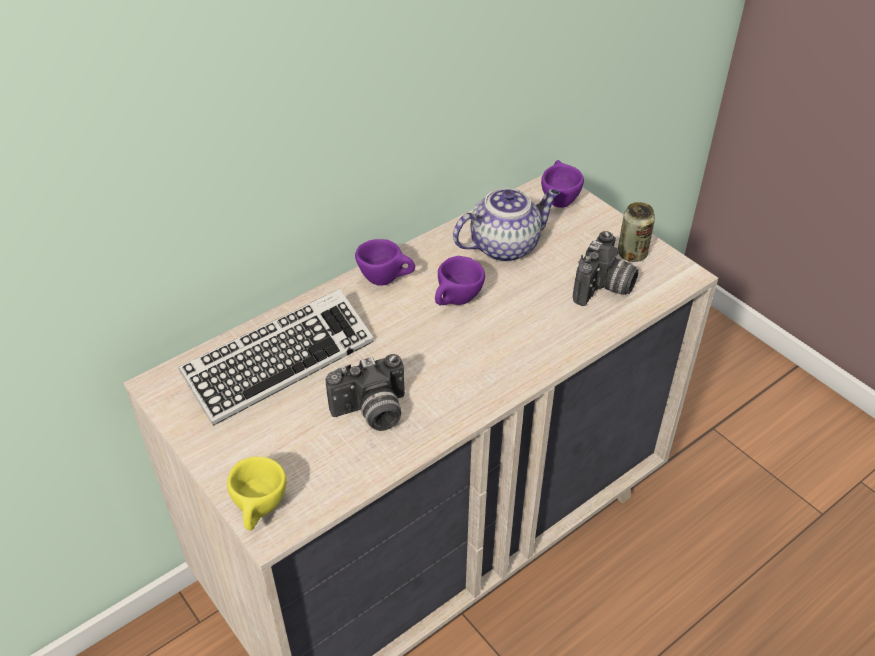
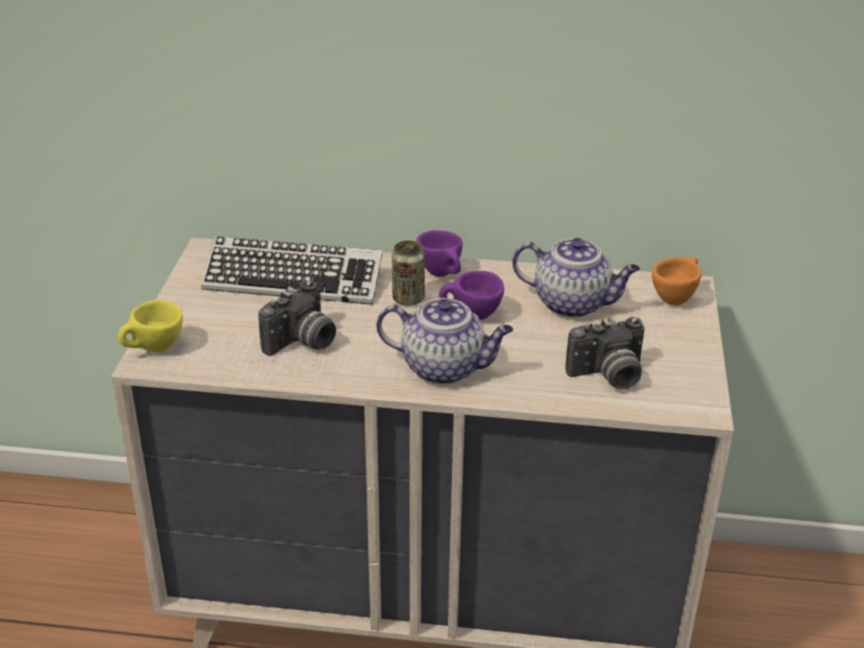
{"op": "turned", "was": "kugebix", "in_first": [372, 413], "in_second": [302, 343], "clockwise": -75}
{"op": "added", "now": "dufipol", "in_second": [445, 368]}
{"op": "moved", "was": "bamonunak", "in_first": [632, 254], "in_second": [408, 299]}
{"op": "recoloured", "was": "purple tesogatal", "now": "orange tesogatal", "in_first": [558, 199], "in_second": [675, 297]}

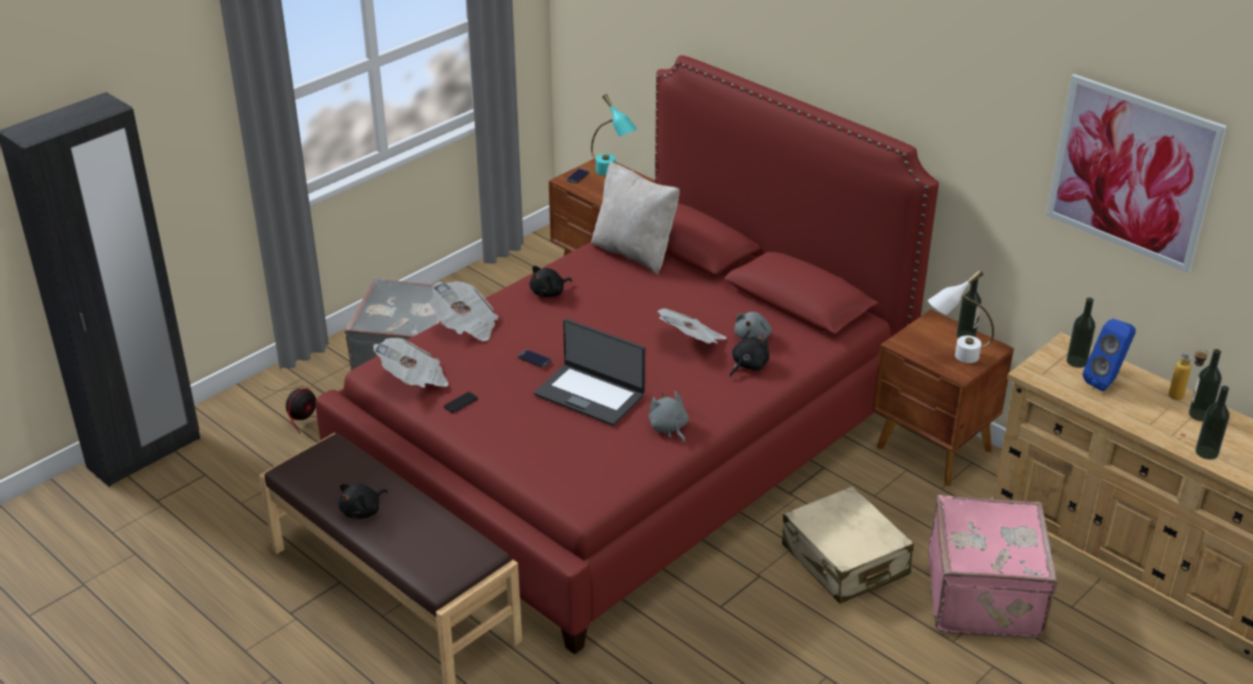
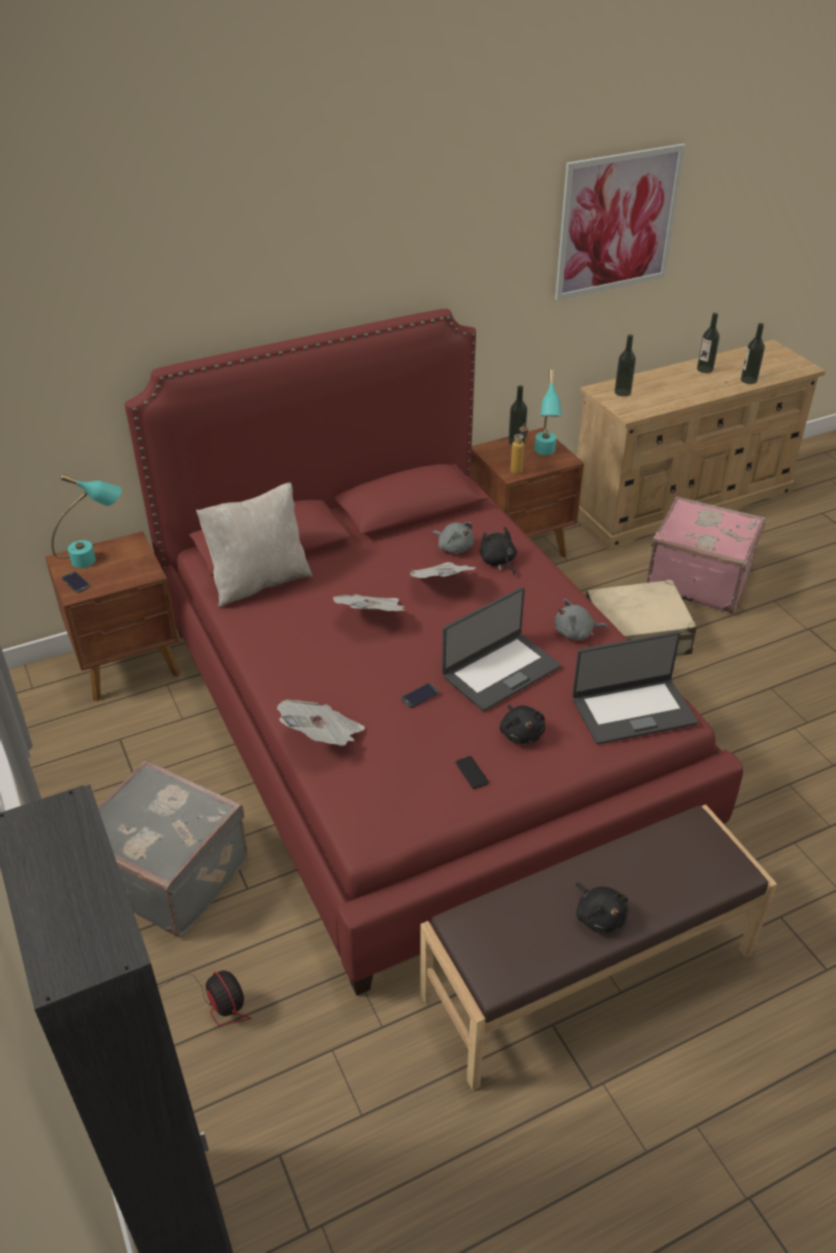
{"op": "moved", "was": "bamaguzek", "in_first": [414, 379], "in_second": [372, 617]}
{"op": "moved", "was": "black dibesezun", "in_first": [549, 293], "in_second": [521, 733]}
{"op": "moved", "was": "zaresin", "in_first": [1182, 397], "in_second": [518, 469]}
{"op": "recoloured", "was": "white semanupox", "now": "turquoise semanupox", "in_first": [956, 358], "in_second": [545, 455]}
{"op": "added", "now": "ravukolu", "in_second": [632, 710]}
{"op": "removed", "was": "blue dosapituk", "in_first": [1106, 382]}

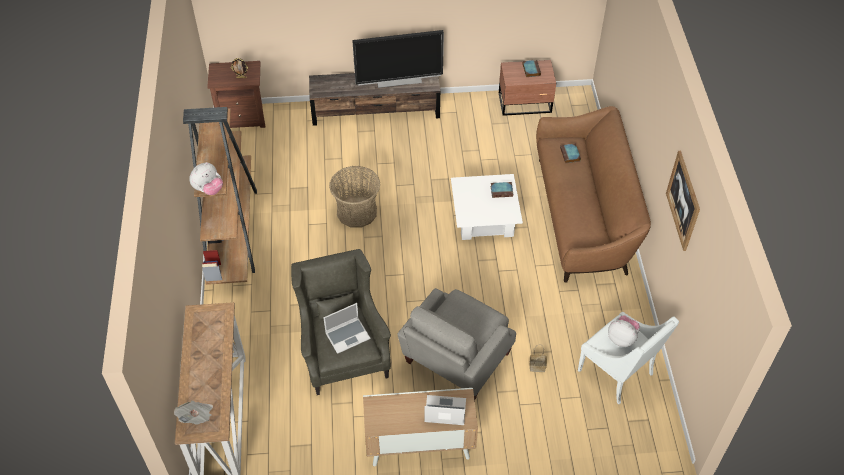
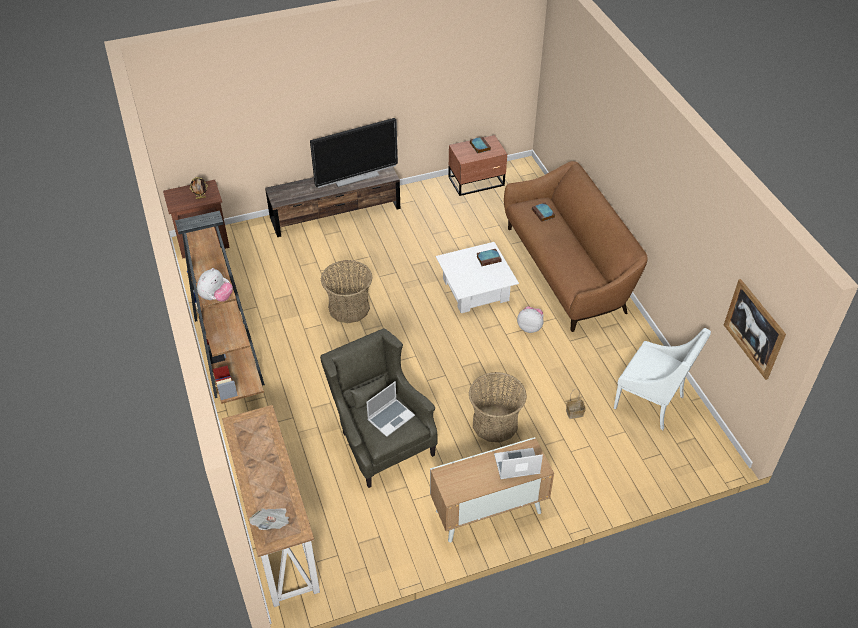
{"op": "replaced", "was": "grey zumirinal", "now": "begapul", "in_first": [456, 359], "in_second": [495, 423]}
{"op": "moved", "was": "dibesezun", "in_first": [622, 338], "in_second": [530, 327]}
{"op": "moved", "was": "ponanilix", "in_first": [683, 200], "in_second": [754, 329]}

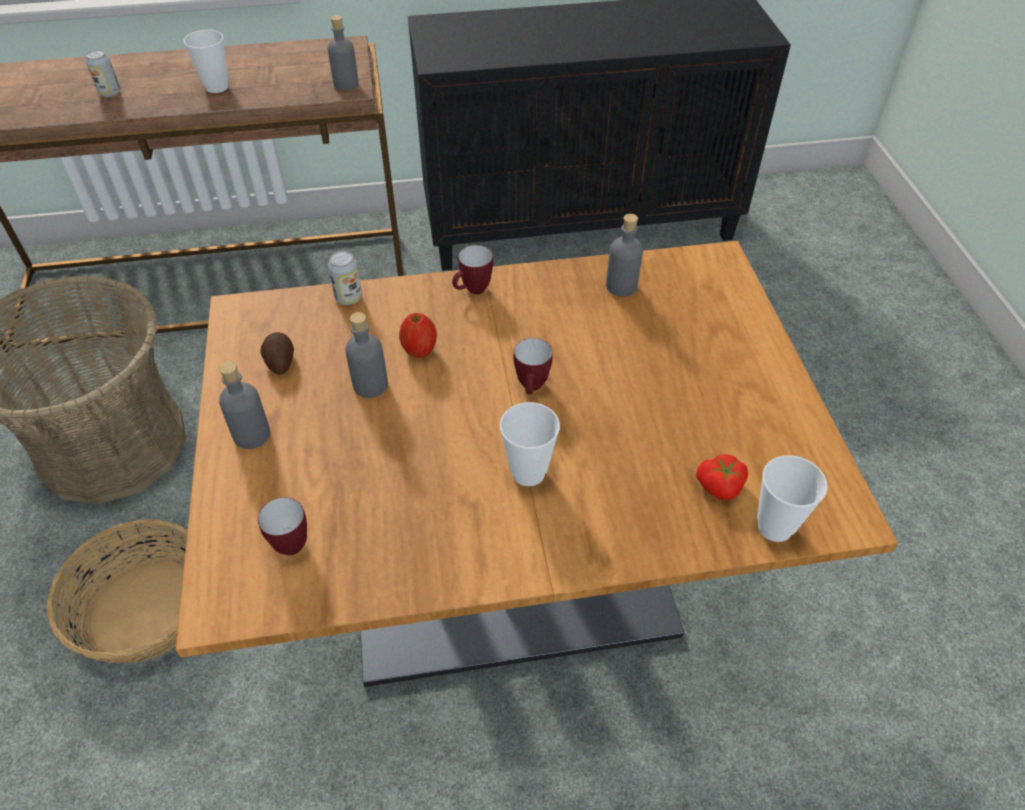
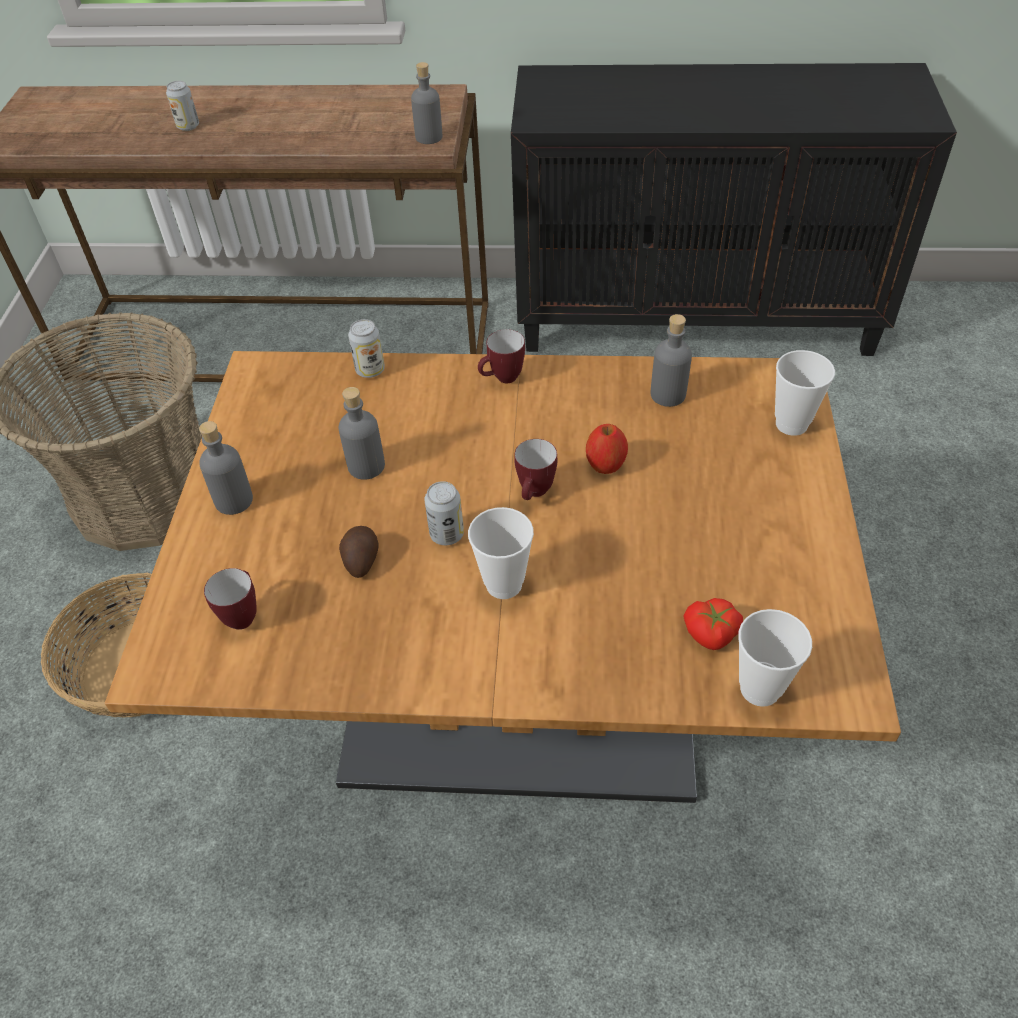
{"op": "moved", "was": "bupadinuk", "in_first": [280, 361], "in_second": [360, 559]}
{"op": "added", "now": "bamonunak", "in_second": [447, 534]}
{"op": "moved", "was": "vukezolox", "in_first": [419, 350], "in_second": [606, 465]}
{"op": "moved", "was": "tesogatal", "in_first": [217, 87], "in_second": [791, 424]}

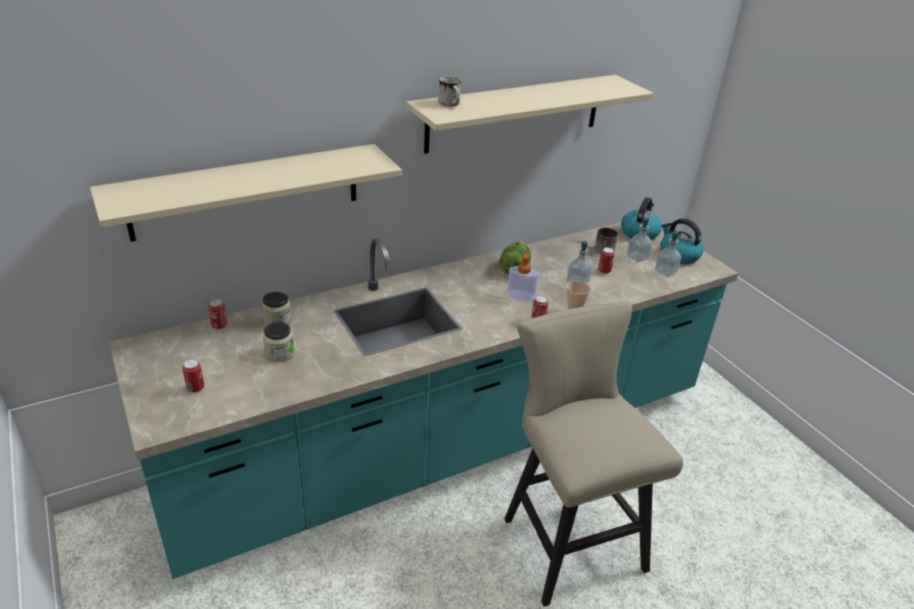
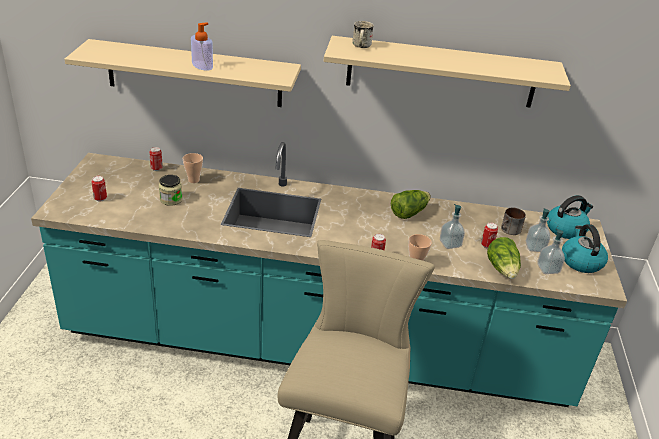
{"op": "replaced", "was": "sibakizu", "now": "tesogatal", "in_first": [277, 321], "in_second": [193, 180]}
{"op": "moved", "was": "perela", "in_first": [521, 295], "in_second": [202, 65]}
{"op": "added", "now": "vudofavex", "in_second": [502, 269]}

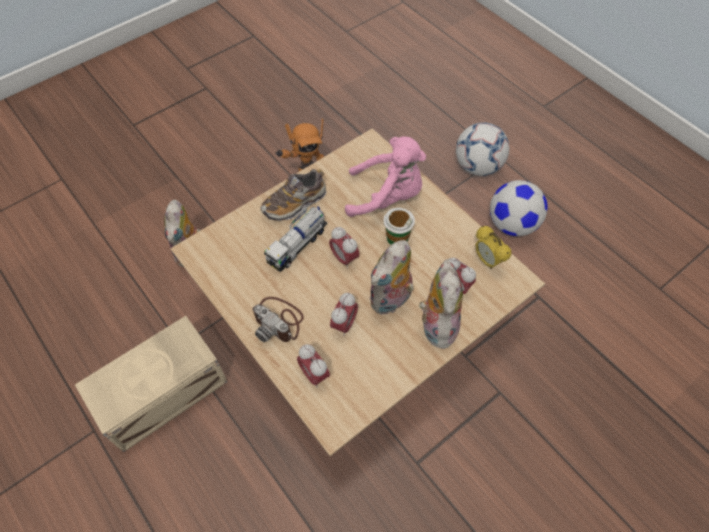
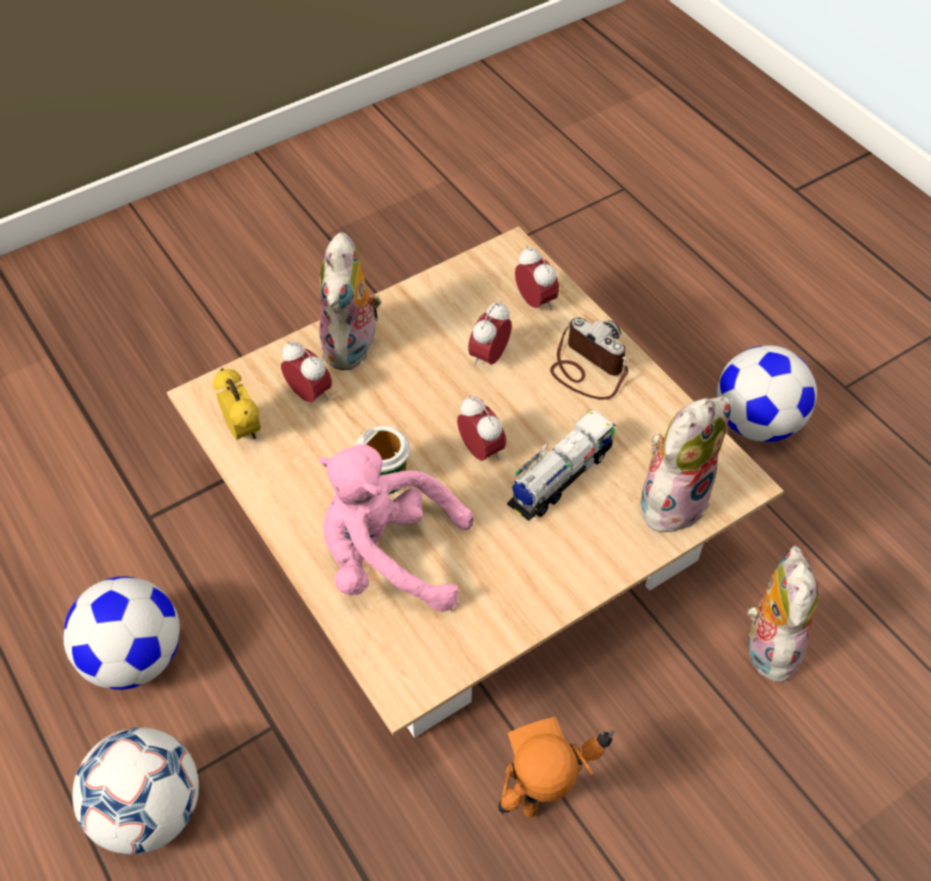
{"op": "moved", "was": "dibesezun", "in_first": [391, 300], "in_second": [672, 499]}
{"op": "replaced", "was": "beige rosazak", "now": "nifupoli", "in_first": [165, 394], "in_second": [756, 423]}
{"op": "removed", "was": "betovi", "in_first": [295, 203]}

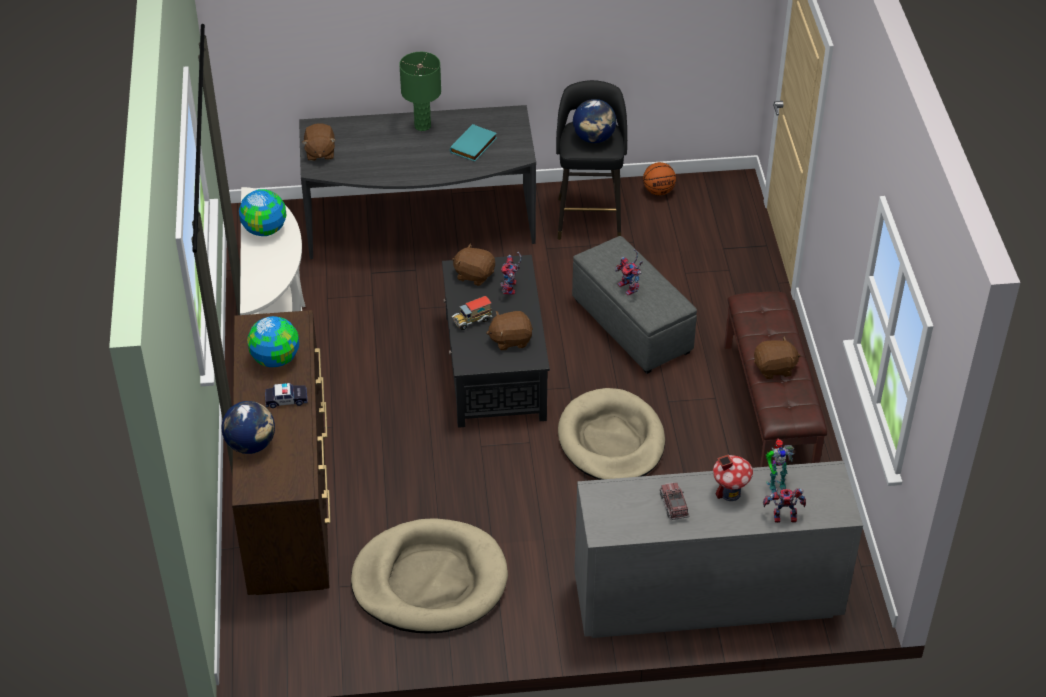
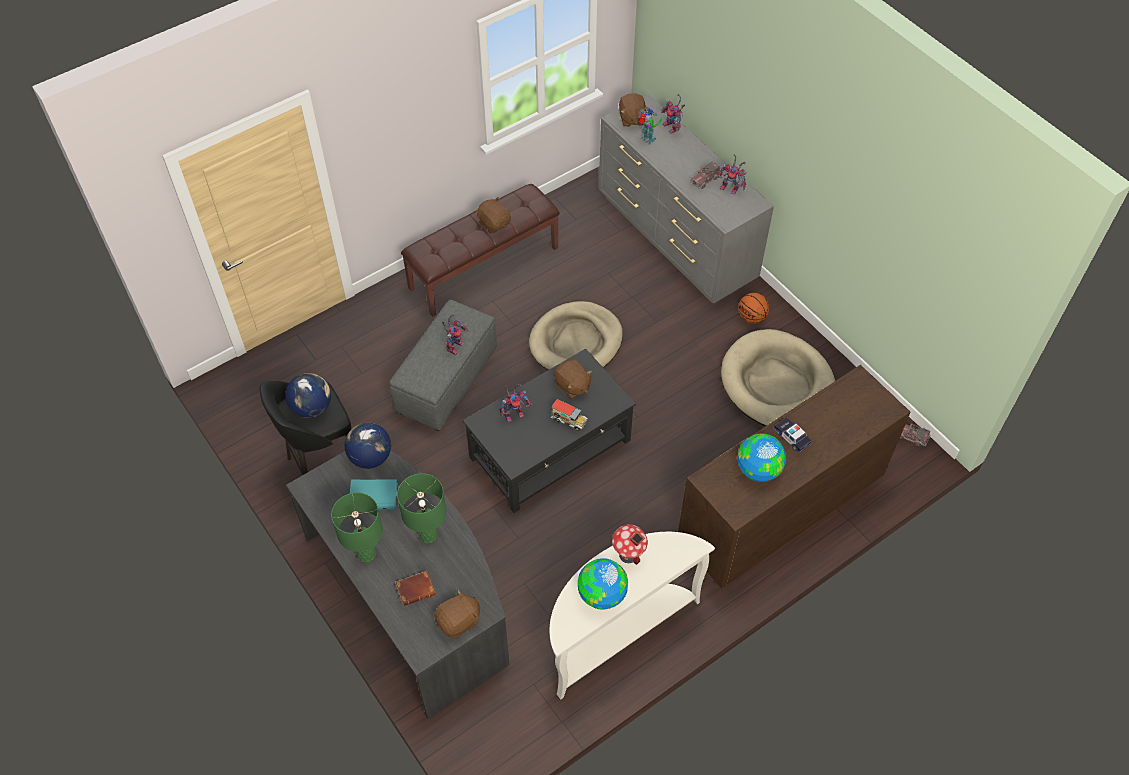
{"op": "moved", "was": "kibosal", "in_first": [251, 444], "in_second": [370, 457]}
{"op": "added", "now": "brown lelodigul", "in_second": [416, 588]}
{"op": "added", "now": "green semanupox", "in_second": [428, 535]}
{"op": "moved", "was": "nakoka", "in_first": [730, 493], "in_second": [628, 555]}
{"op": "moved", "was": "brown dibesezun", "in_first": [474, 275], "in_second": [632, 119]}
{"op": "added", "now": "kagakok", "in_second": [731, 188]}
{"op": "moved", "was": "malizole", "in_first": [658, 191], "in_second": [751, 317]}
{"op": "added", "now": "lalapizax", "in_second": [911, 436]}

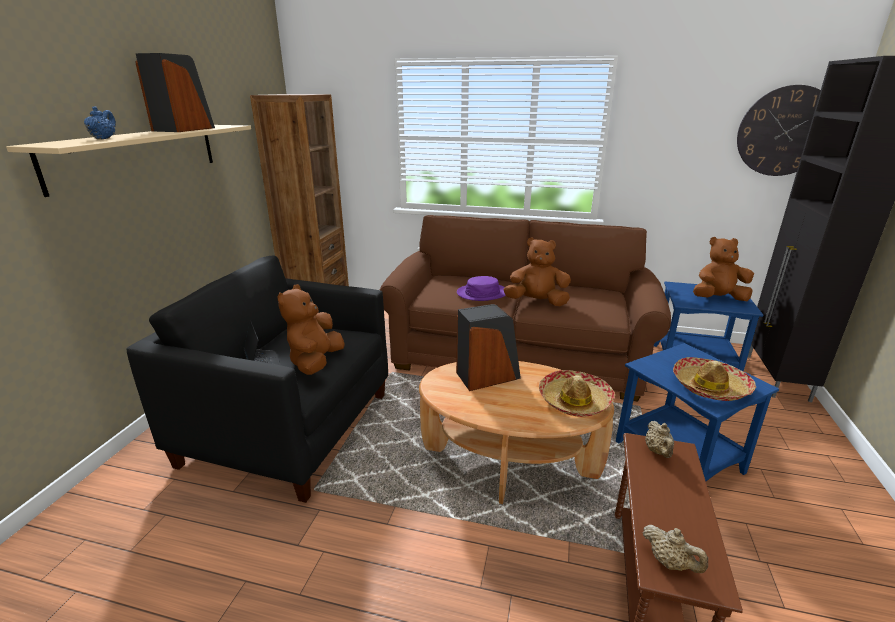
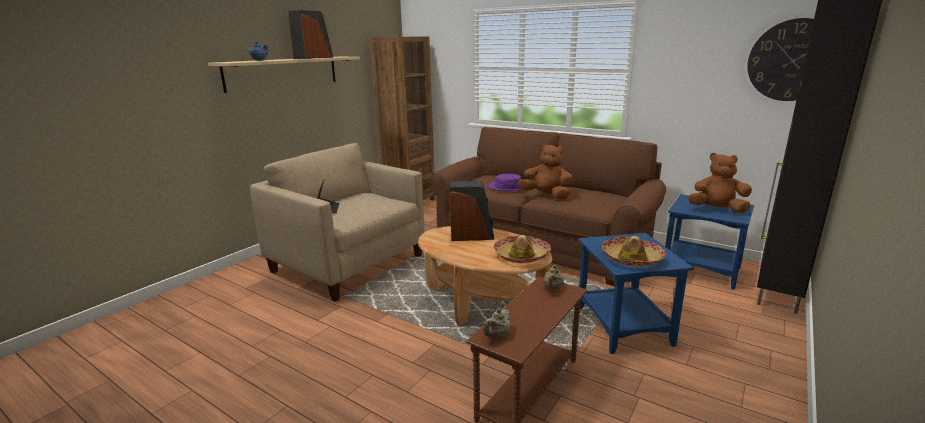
{"op": "recoloured", "was": "black zumirinal", "now": "beige zumirinal", "in_first": [290, 428], "in_second": [349, 263]}
{"op": "turned", "was": "beige dufipol", "in_first": [670, 562], "in_second": [497, 335], "clockwise": 60}
{"op": "removed", "was": "brown dibesezun", "in_first": [316, 362]}

